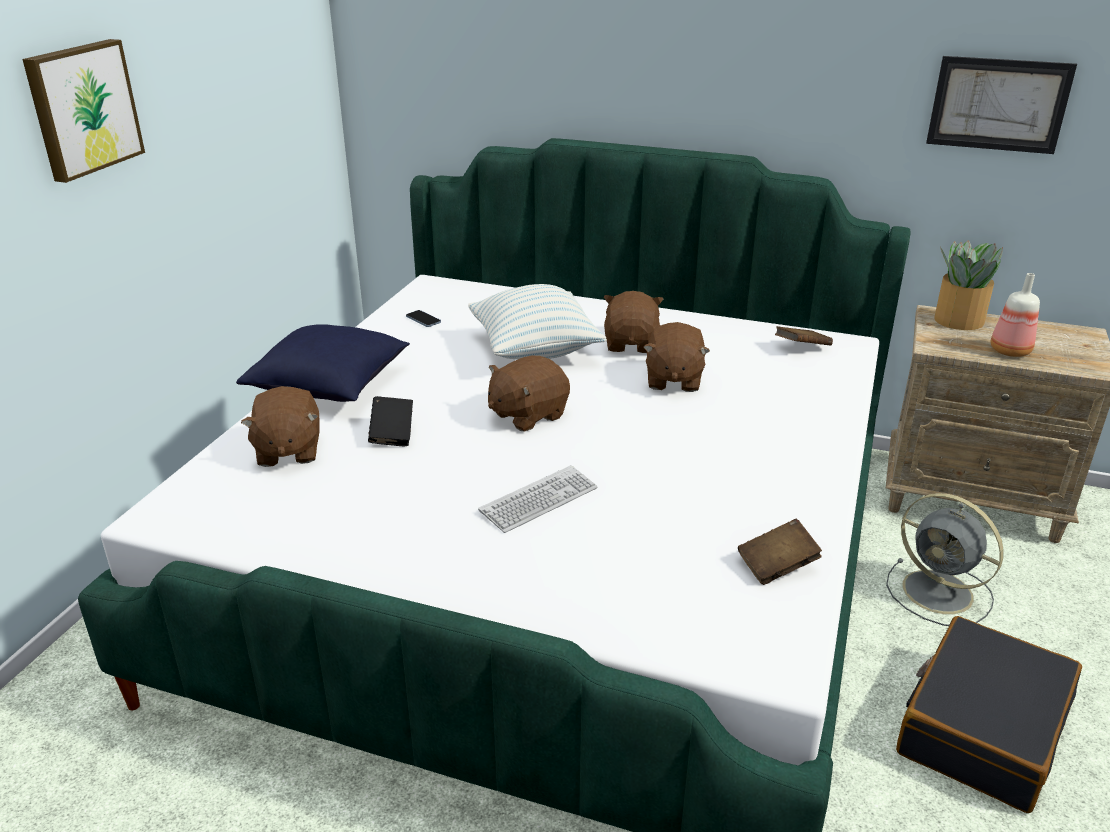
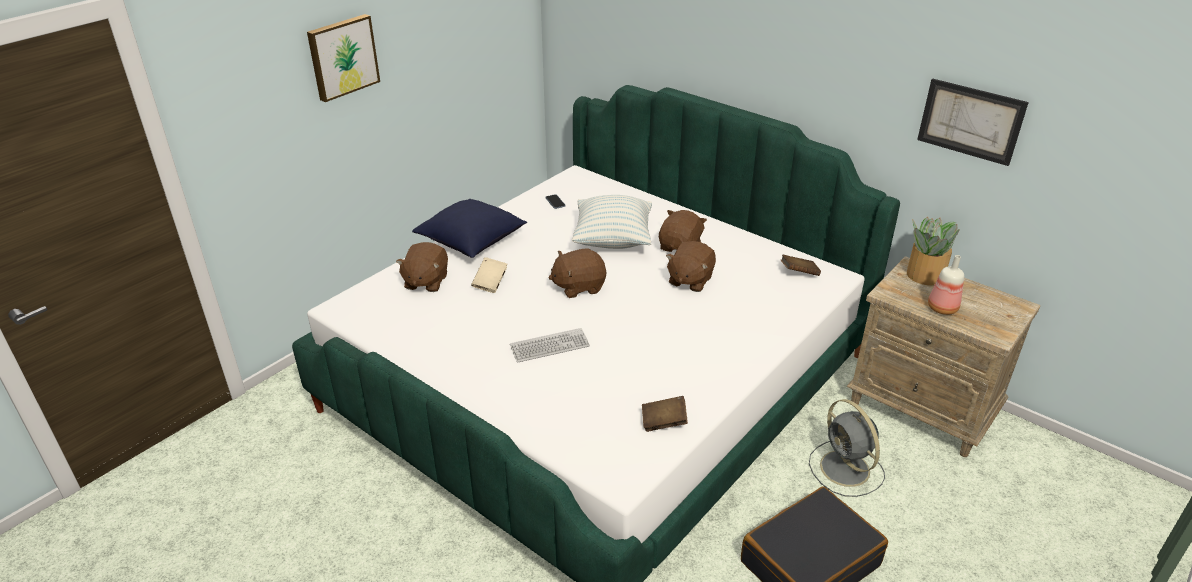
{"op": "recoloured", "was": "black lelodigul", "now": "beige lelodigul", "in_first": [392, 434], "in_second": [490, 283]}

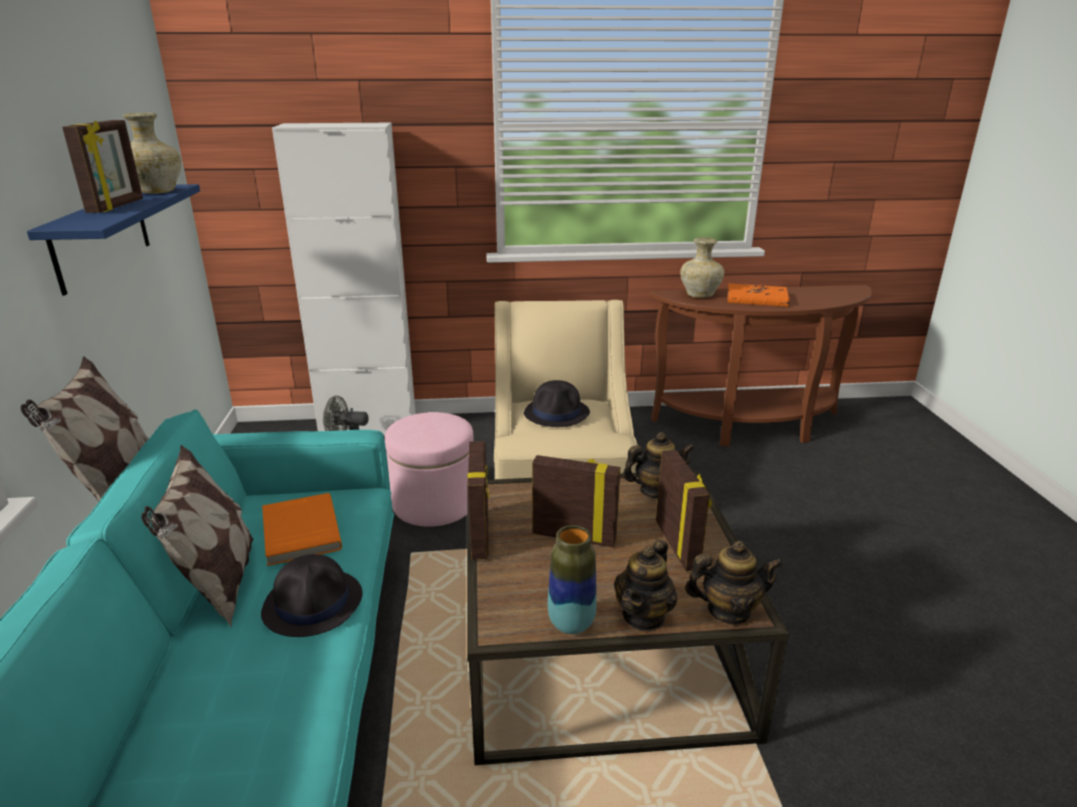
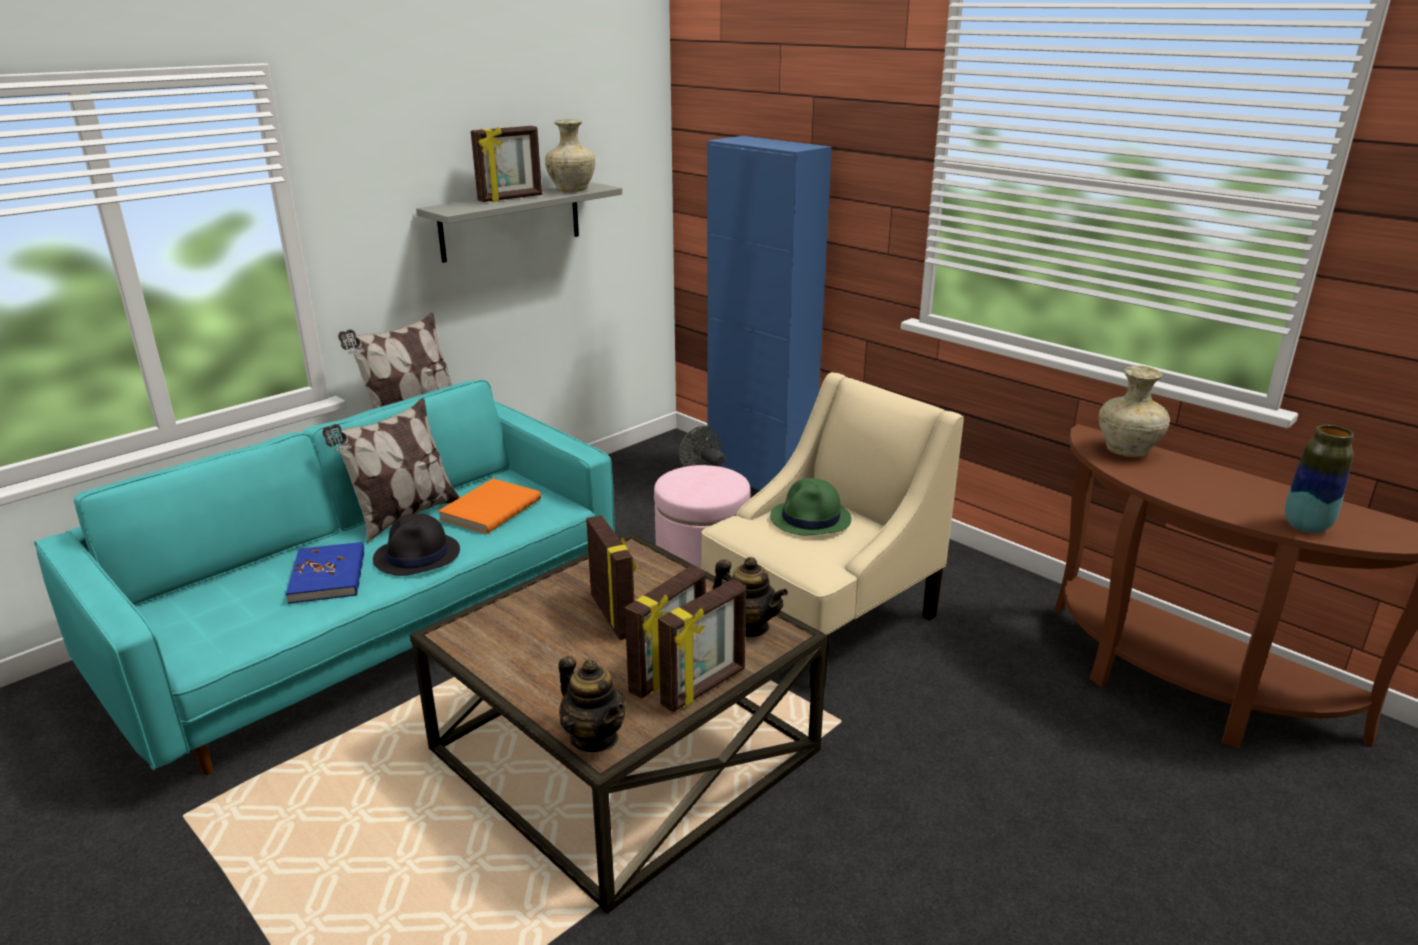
{"op": "added", "now": "blue lelodigul", "in_second": [328, 576]}
{"op": "recoloured", "was": "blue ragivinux", "now": "grey ragivinux", "in_first": [101, 236], "in_second": [511, 221]}
{"op": "moved", "was": "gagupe", "in_first": [481, 534], "in_second": [705, 688]}
{"op": "recoloured", "was": "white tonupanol", "now": "blue tonupanol", "in_first": [368, 428], "in_second": [759, 478]}
{"op": "recoloured", "was": "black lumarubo", "now": "green lumarubo", "in_first": [557, 413], "in_second": [811, 519]}
{"op": "moved", "was": "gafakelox", "in_first": [571, 623], "in_second": [1306, 527]}
{"op": "removed", "was": "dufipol", "in_first": [644, 616]}
{"op": "removed", "was": "orange lelodigul", "in_first": [756, 298]}

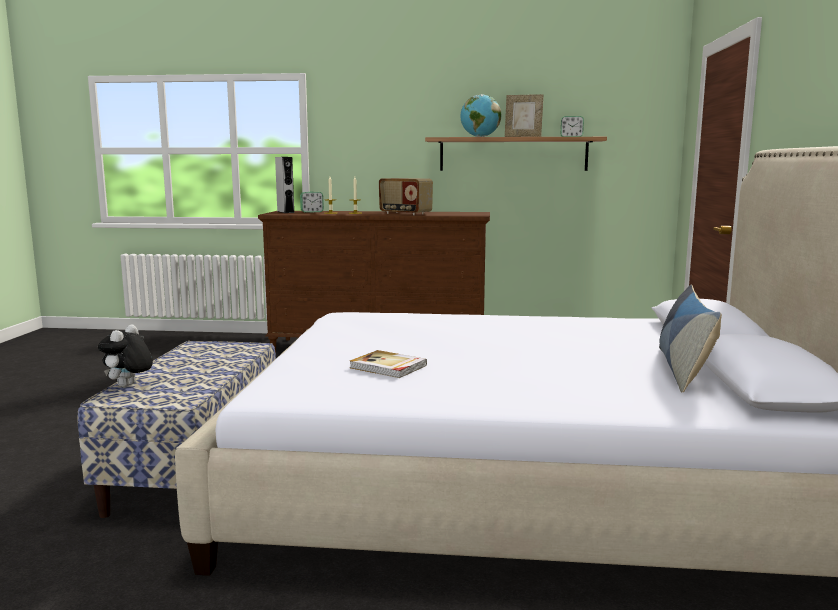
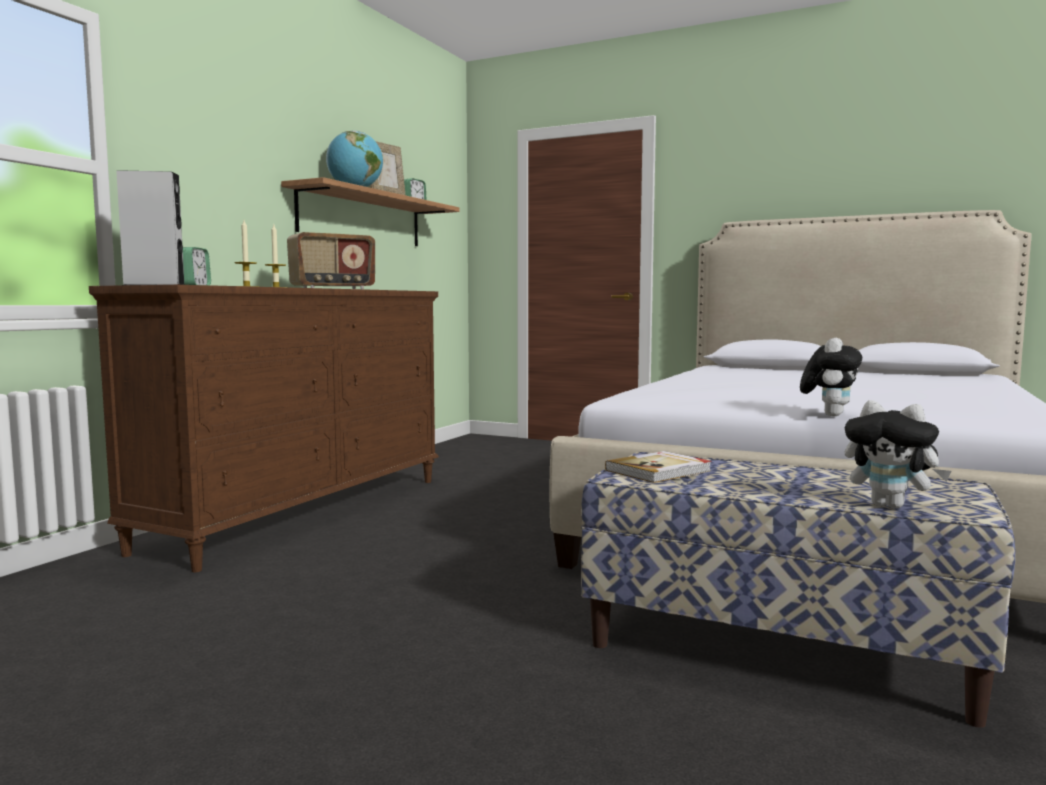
{"op": "moved", "was": "lelodigul", "in_first": [388, 367], "in_second": [659, 470]}
{"op": "added", "now": "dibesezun", "in_second": [829, 415]}
{"op": "removed", "was": "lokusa", "in_first": [684, 369]}

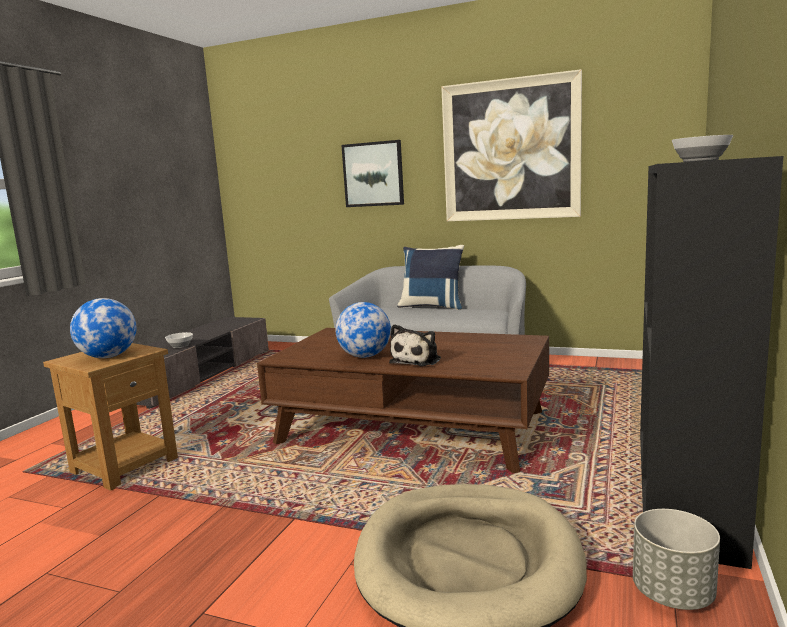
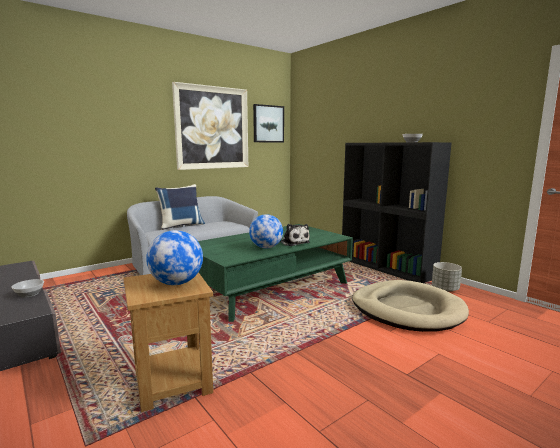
{"op": "recoloured", "was": "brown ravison", "now": "green ravison", "in_first": [412, 428], "in_second": [270, 287]}
{"op": "moved", "was": "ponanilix", "in_first": [373, 174], "in_second": [268, 124]}

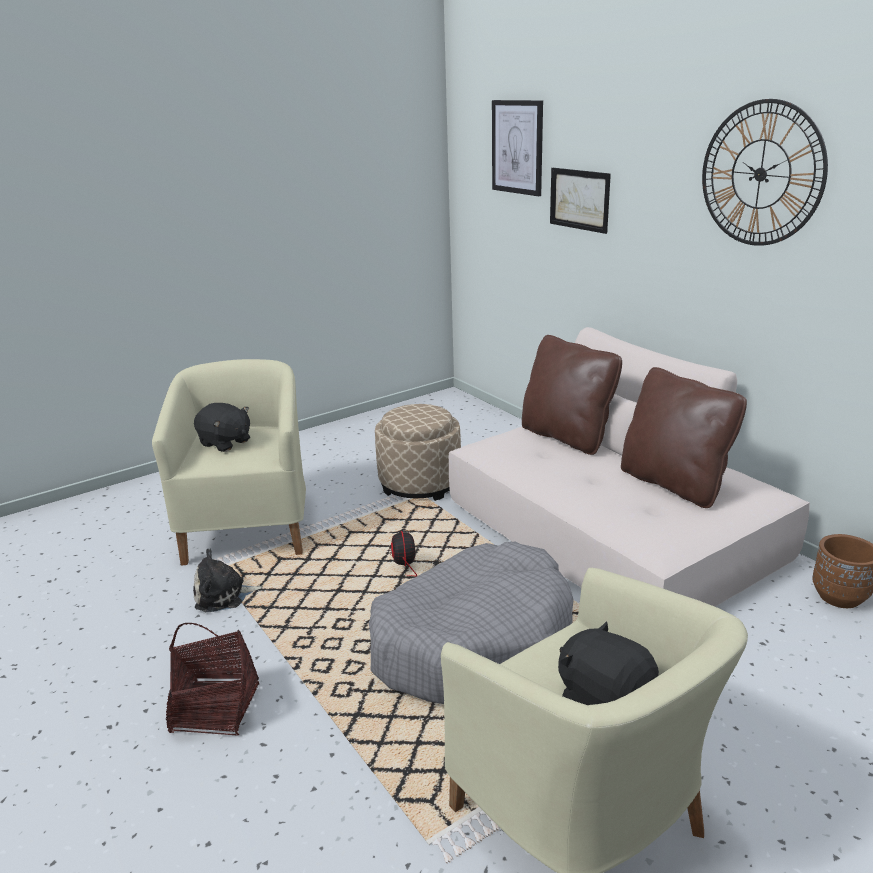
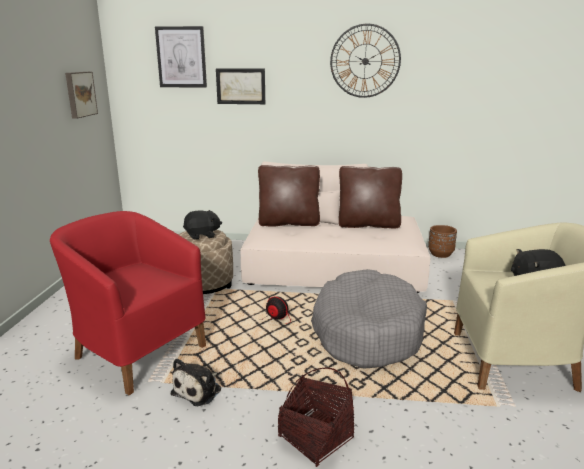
{"op": "recoloured", "was": "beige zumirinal", "now": "red zumirinal", "in_first": [250, 528], "in_second": [137, 351]}
{"op": "added", "now": "ponanilix", "in_second": [80, 94]}
{"op": "moved", "was": "black dibesezun", "in_first": [225, 443], "in_second": [202, 235]}

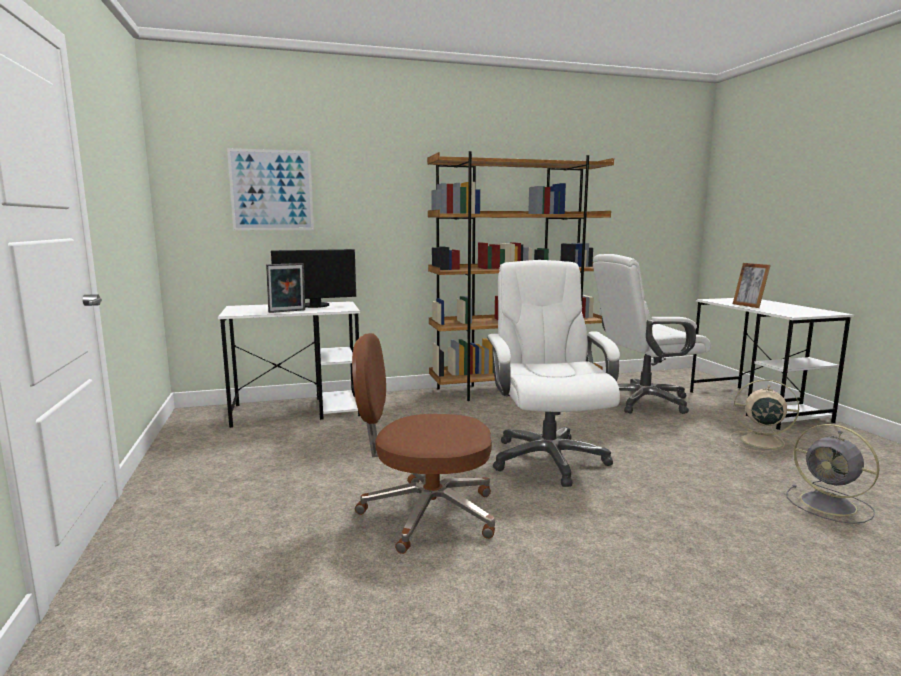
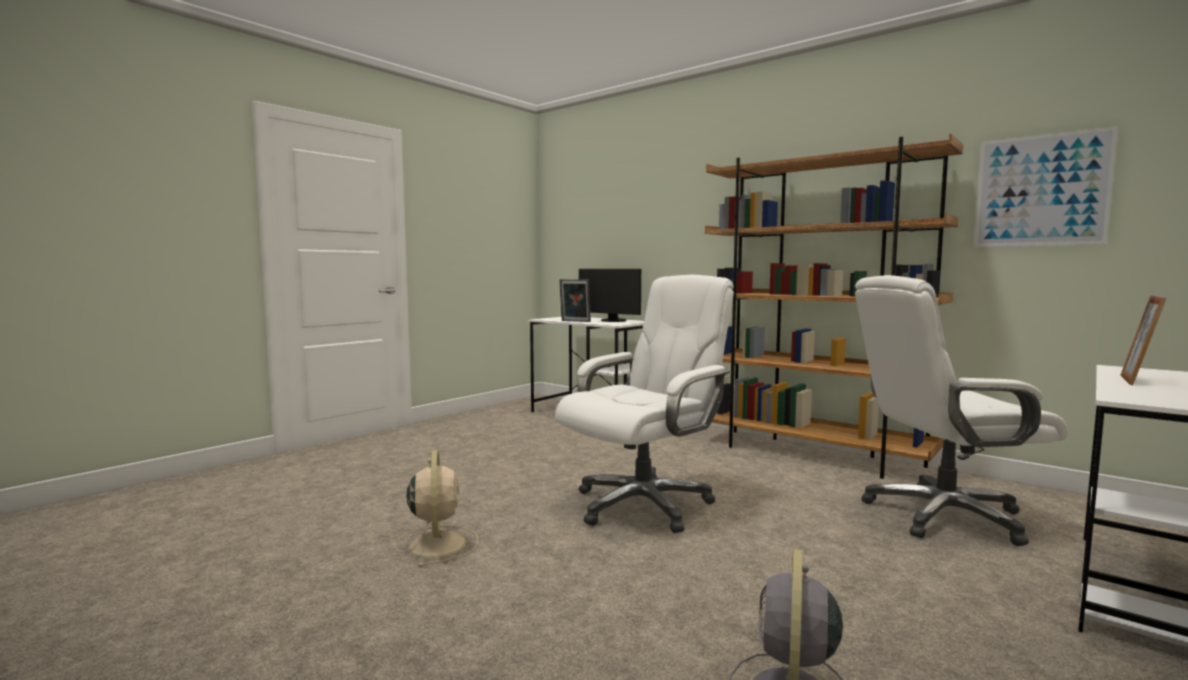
{"op": "moved", "was": "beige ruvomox", "in_first": [759, 441], "in_second": [437, 544]}
{"op": "turned", "was": "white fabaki", "in_first": [643, 401], "in_second": [943, 516], "clockwise": -45}
{"op": "moved", "was": "ponanilix", "in_first": [272, 190], "in_second": [1041, 190]}
{"op": "removed", "was": "brown fabaki", "in_first": [426, 514]}

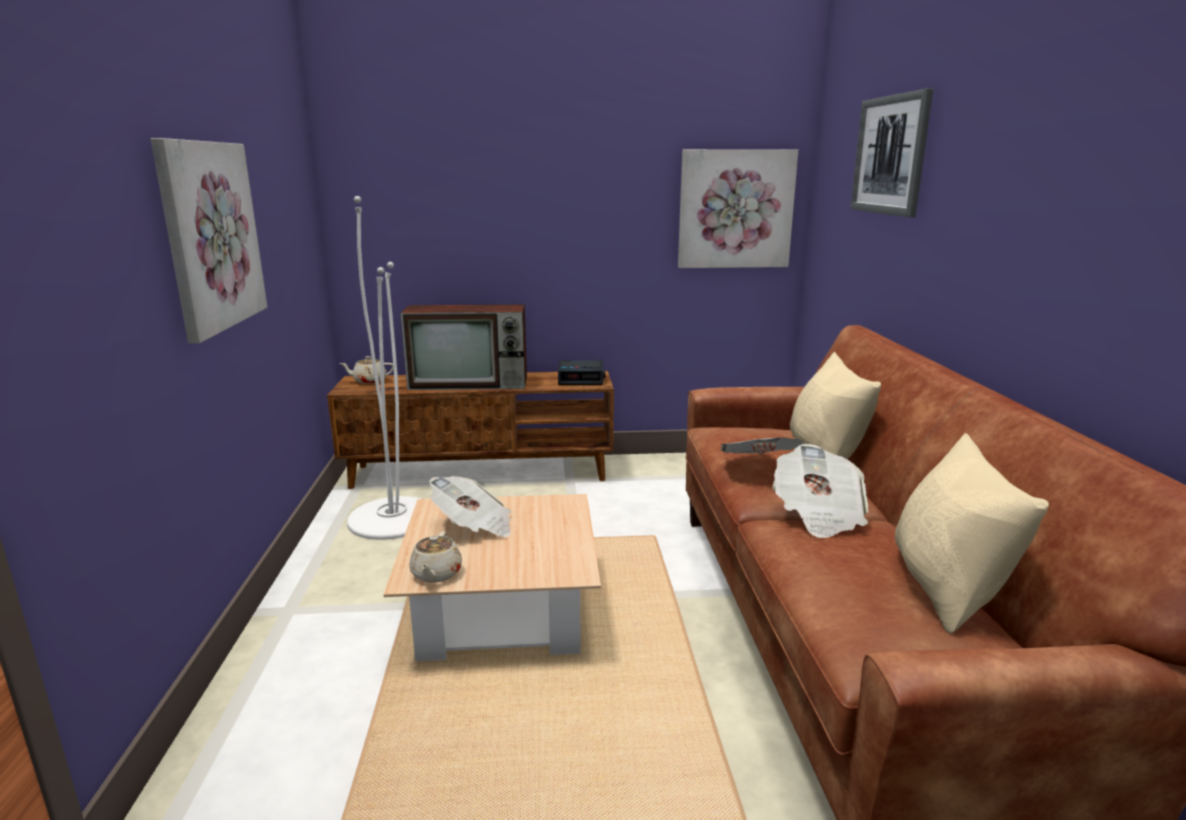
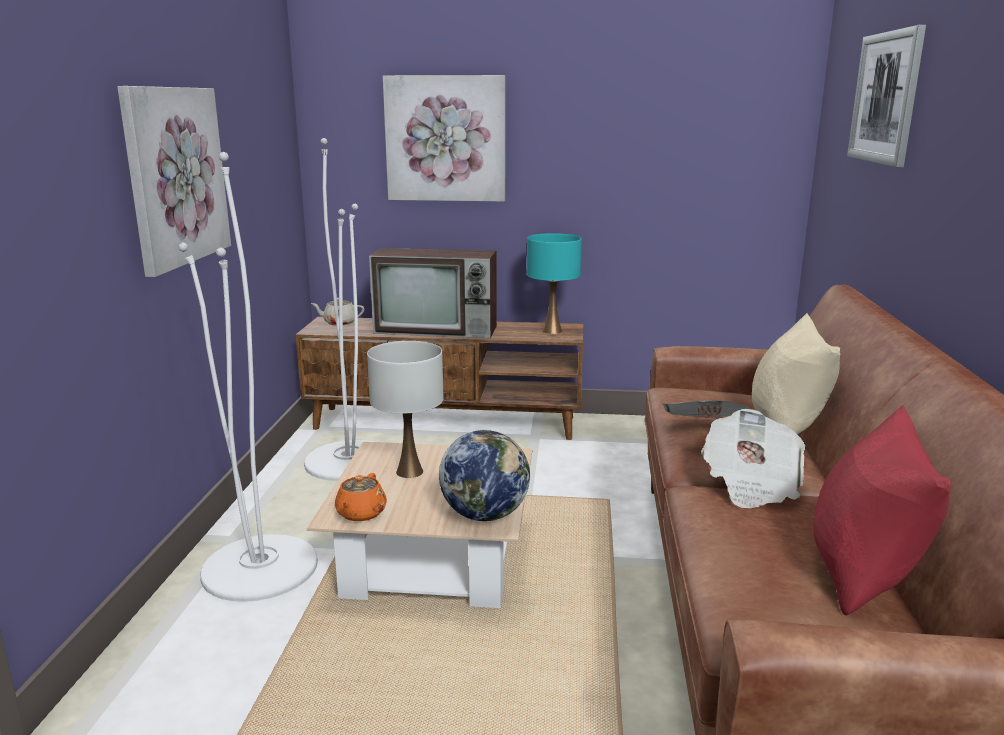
{"op": "added", "now": "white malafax", "in_second": [260, 567]}
{"op": "recoloured", "was": "beige dufipol", "now": "orange dufipol", "in_first": [436, 574], "in_second": [360, 513]}
{"op": "replaced", "was": "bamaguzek", "now": "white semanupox", "in_first": [474, 526], "in_second": [410, 472]}
{"op": "moved", "was": "ponanilix", "in_first": [735, 209], "in_second": [446, 139]}
{"op": "added", "now": "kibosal", "in_second": [485, 514]}
{"op": "replaced", "was": "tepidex", "now": "turquoise semanupox", "in_first": [581, 379], "in_second": [552, 331]}
{"op": "recoloured", "was": "beige lokusa", "now": "red lokusa", "in_first": [946, 588], "in_second": [863, 571]}

